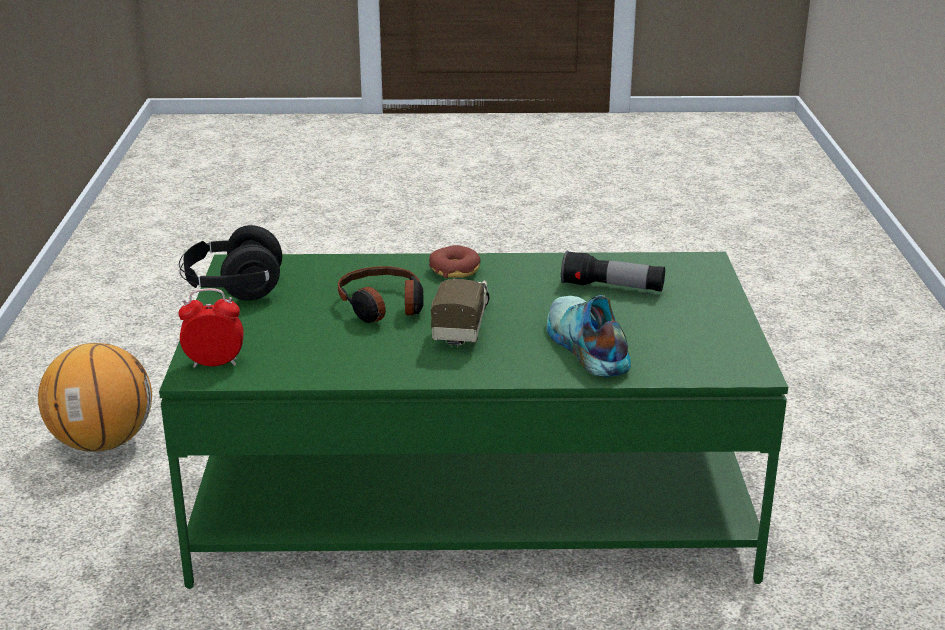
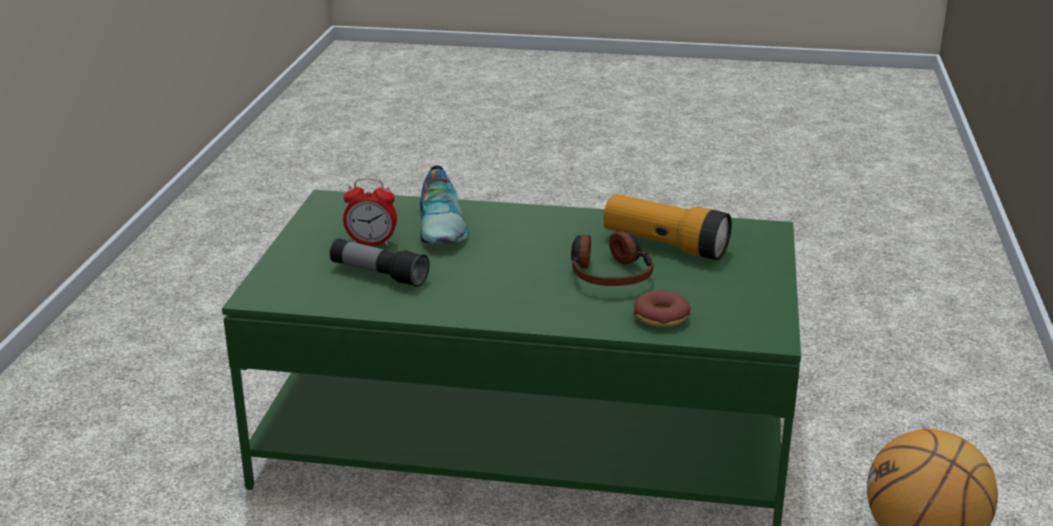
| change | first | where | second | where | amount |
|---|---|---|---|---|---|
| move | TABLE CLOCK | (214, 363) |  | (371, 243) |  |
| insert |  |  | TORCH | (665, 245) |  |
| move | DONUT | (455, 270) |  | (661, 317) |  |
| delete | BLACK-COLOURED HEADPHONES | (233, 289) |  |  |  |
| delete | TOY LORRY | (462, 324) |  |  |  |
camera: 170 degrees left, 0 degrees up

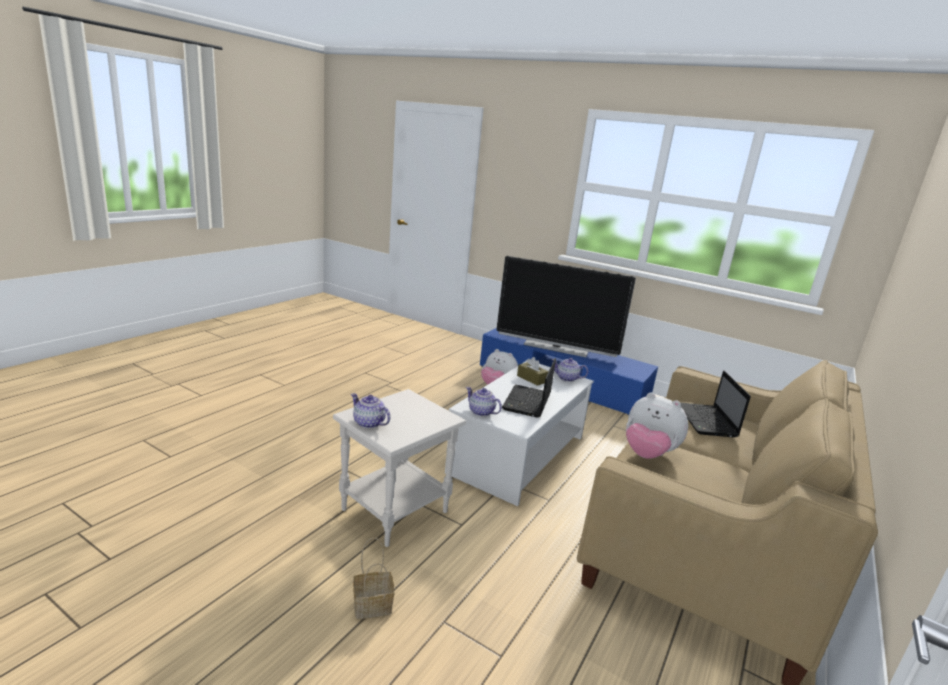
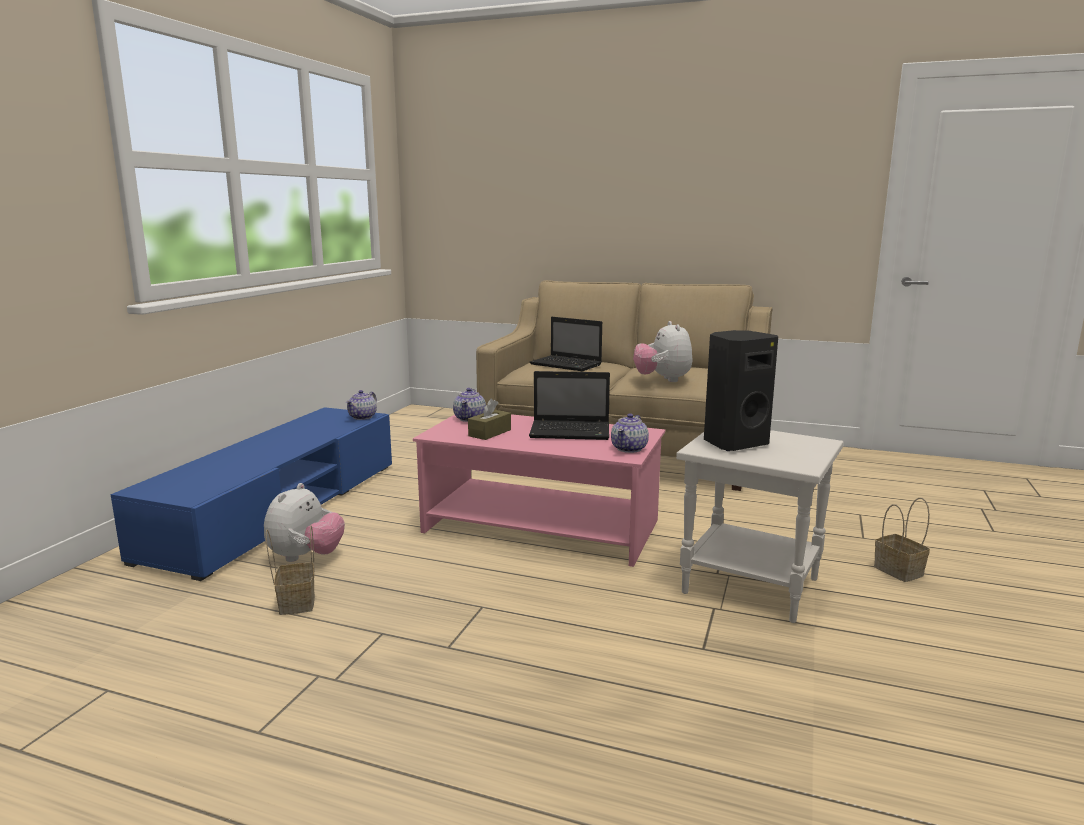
| change | first | where | second | where | amount |
|---|---|---|---|---|---|
| insert |  |  | STORAGE BASKET | (296, 602) |  |
| move | TEA POT | (369, 423) |  | (363, 417) |  |
| recolor | WHITE COFFEE TABLE | (517, 455) | PINK-COLOURED COFFEE TABLE | (542, 526) |  |
| rotate | NOTEBOOK COMPUTER | (707, 421) |  | (567, 365) | 45 degrees clockwise |
| rotate | CUDDLY TOY | (648, 454) |  | (663, 380) | 150 degrees clockwise |
| insert |  |  | BLACK-COLOURED LOUDSPEAKER | (734, 443) |  |
| delete | TV | (556, 347) |  |  |  |
camera: 100 degrees left, 5 degrees down

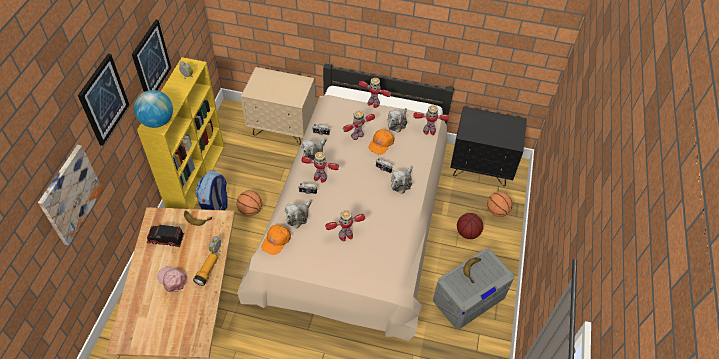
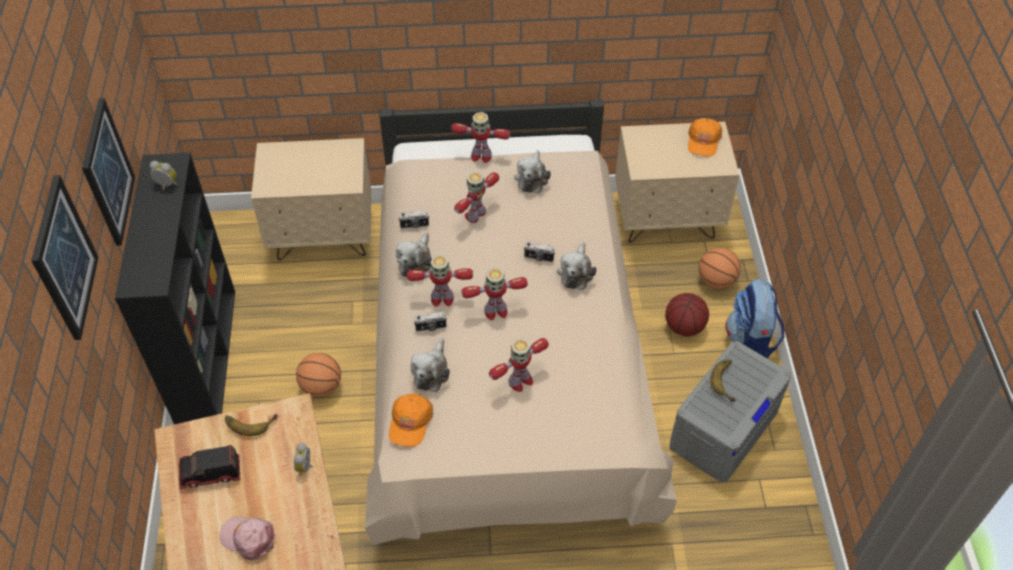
| change | first | where | second | where | amount |
|---|---|---|---|---|---|
| recolor | YELLOW SHELVING UNIT | (196, 176) | BLACK-COLOURED SHELVING UNIT | (206, 355) |  |
| move | ROBOT FIGURE | (429, 131) |  | (495, 311) |  |
| recolor | BLACK-COLOURED BEDSIDE TABLE | (481, 168) | BEIGE BEDSIDE TABLE | (667, 219) |  |
| move | ORANGE-COLOURED CAP | (381, 143) |  | (703, 141) |  |
| move | KNAPSACK | (215, 207) |  | (750, 341) |  |
| delete | PICTURE | (70, 195) |  |  |  |
| delete | GLOBE | (157, 121) |  |  |  |
| delete | TORCH | (207, 272) |  |  |  |
camera: 15 degrees left, 0 degrees up

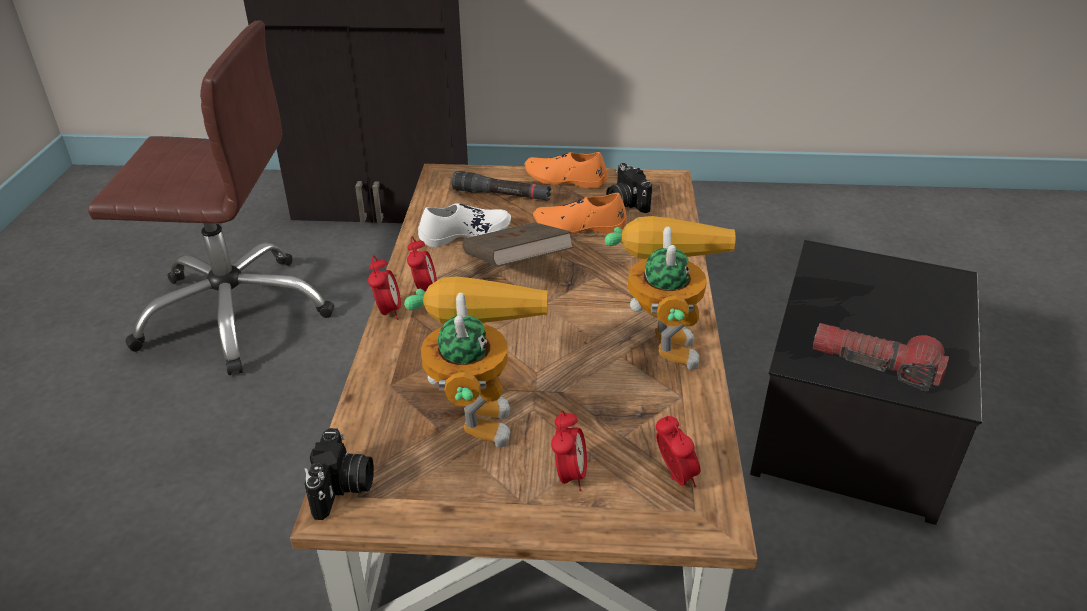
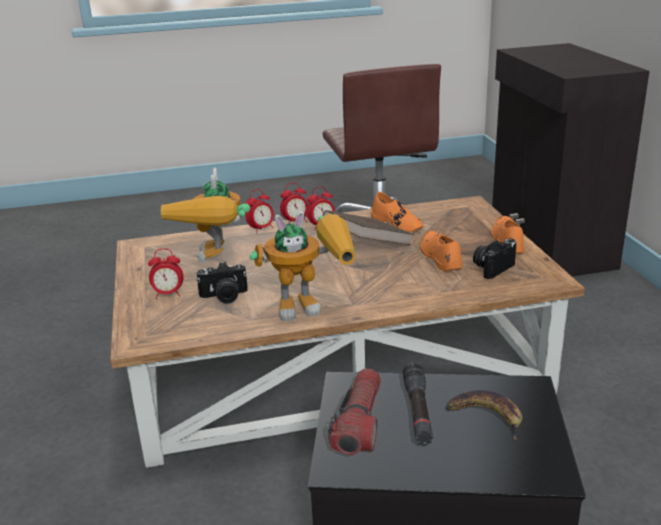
| change | first | where | second | where | amount |
|---|---|---|---|---|---|
| rotate | ROBOT FIGURE | (476, 408) |  | (217, 261) | 105 degrees clockwise |
| move | PHOTO CAMERA | (343, 489) |  | (224, 297) |  |
| move | TABLE CLOCK | (674, 477) |  | (261, 229) |  |
| recolor | WHITE ITEM OF FOOTWEAR | (465, 233) | ORANGE-COLOURED ITEM OF FOOTWEAR | (397, 224) |  |
| move | BLACK-COLOURED TORCH | (501, 195) |  | (418, 411) |  |
| insert |  |  | WHOLE BANANA | (487, 417) |  |
camera: 75 degrees right, 10 degrees down

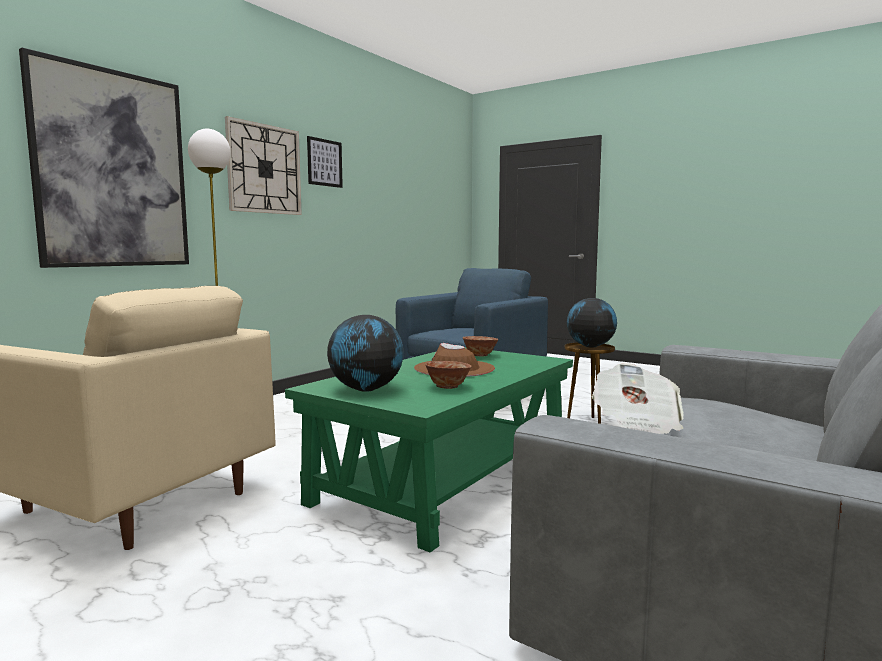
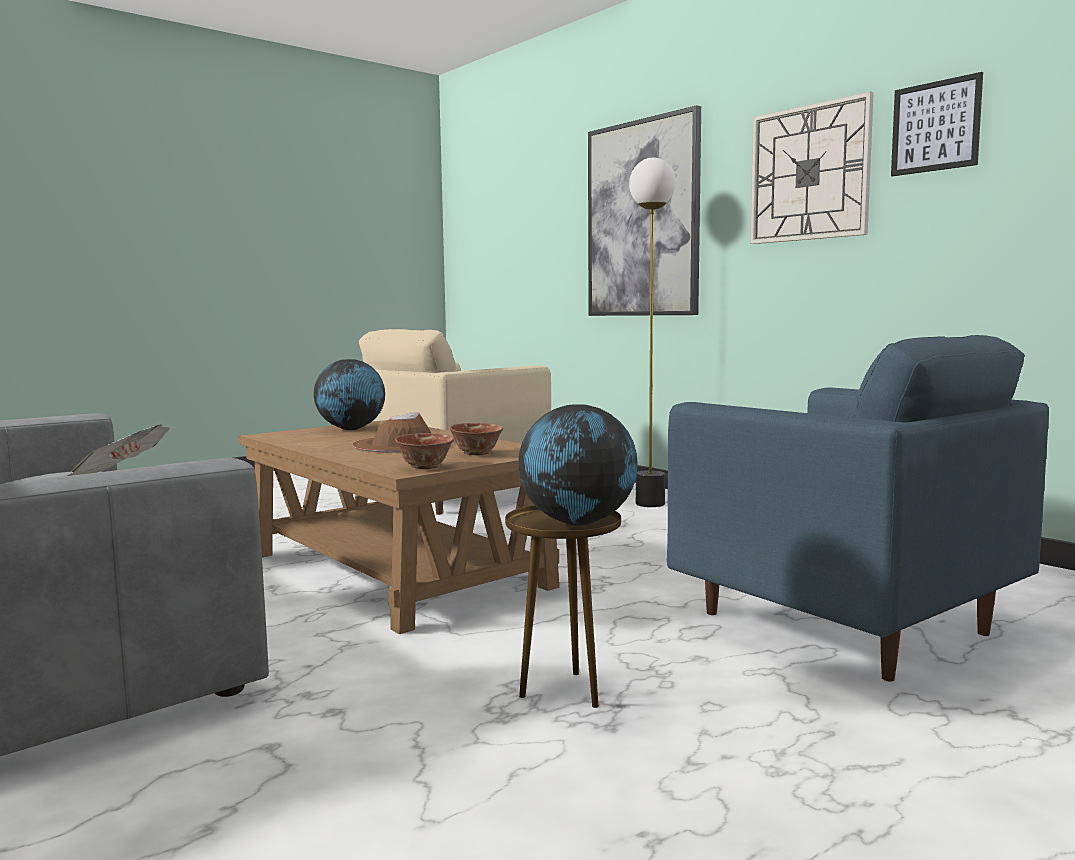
| change | first | where | second | where | amount |
|---|---|---|---|---|---|
| recolor | GREENISH COFFEE TABLE | (445, 478) | BROWN COFFEE TABLE | (394, 570) |  |
| move | BOWL | (447, 387) |  | (425, 467) |  |
camera: 105 degrees right, 0 degrees up

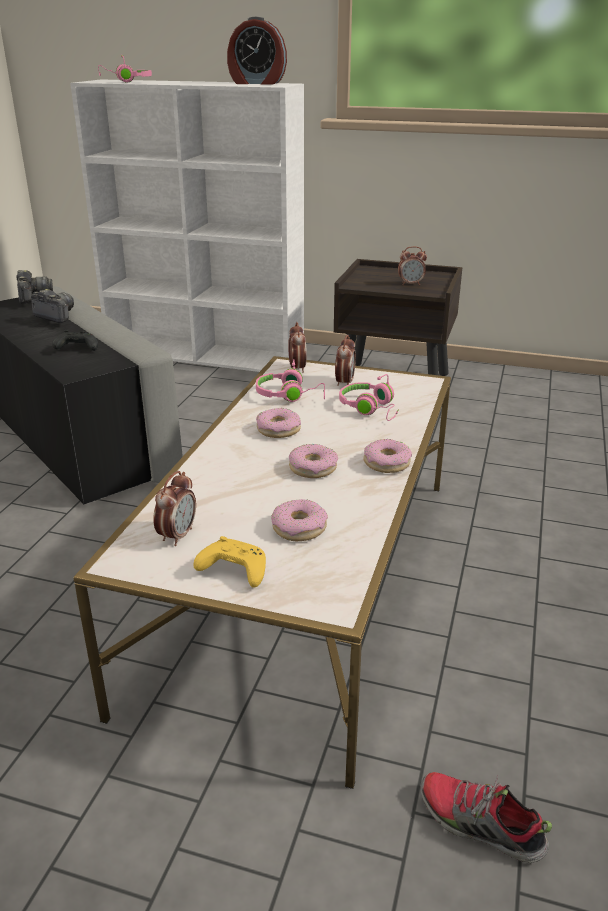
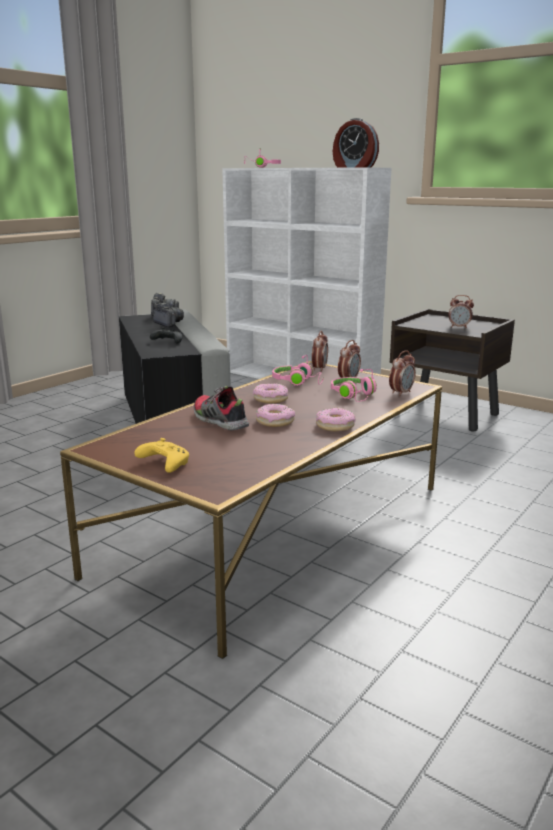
| change | first | where | second | where | amount |
|---|---|---|---|---|---|
| recolor | WHITE COFFEE TABLE | (303, 581) | BROWN COFFEE TABLE | (276, 528) |  |
| move | ITEM OF FOOTWEAR | (479, 825) |  | (219, 421) |  |
| move | TABLE CLOCK | (177, 535) |  | (401, 393) |  |
| delete | DONUT | (299, 528) |  |  |  |
camera: 20 degrees right, 10 degrees down

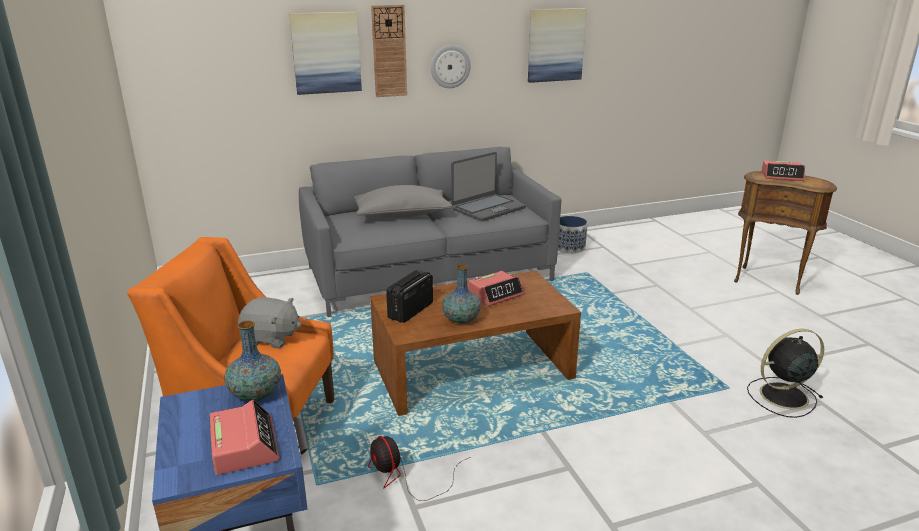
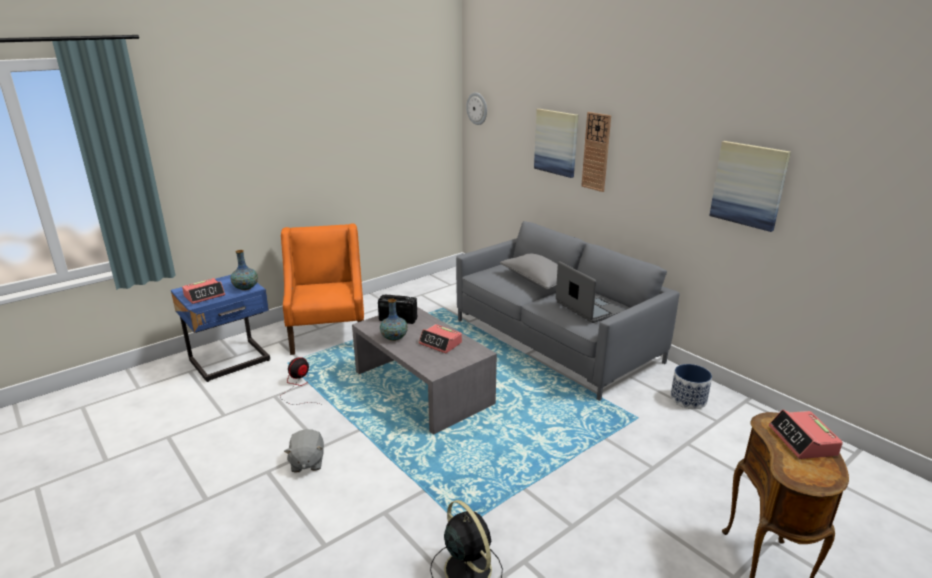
| change | first | where | second | where | amount |
|---|---|---|---|---|---|
| move | GRAY CUDDLY TOY | (271, 338) |  | (307, 462) |  |
| recolor | BROWN COFFEE TABLE | (472, 369) | GRAY COFFEE TABLE | (423, 387) |  |
| move | WALL CLOCK | (450, 66) |  | (477, 108) |  |
| rotate | NOTEBOOK COMPUTER | (488, 208) |  | (588, 308) | 150 degrees counterclockwise |
camera: 70 degrees right, 0 degrees up

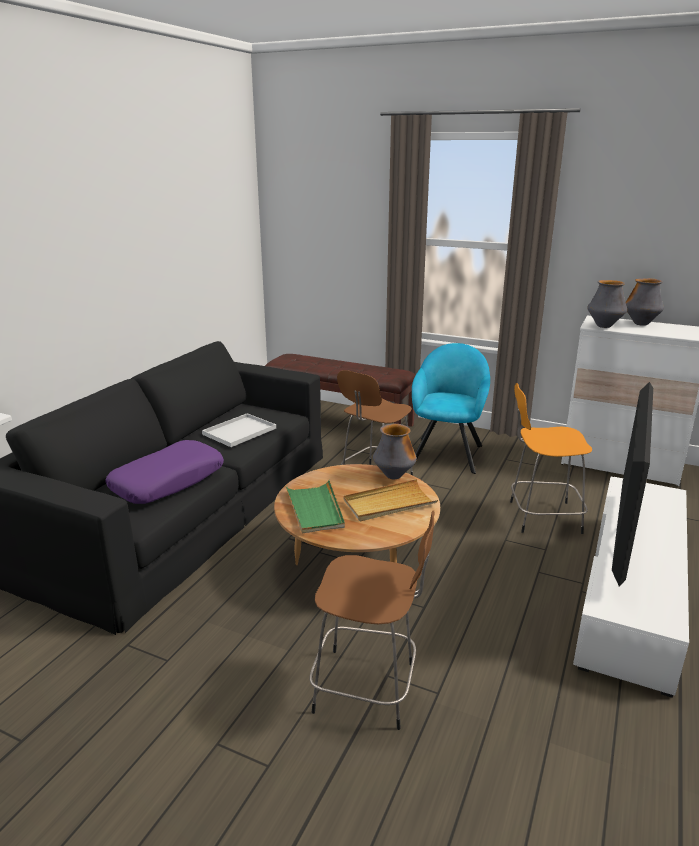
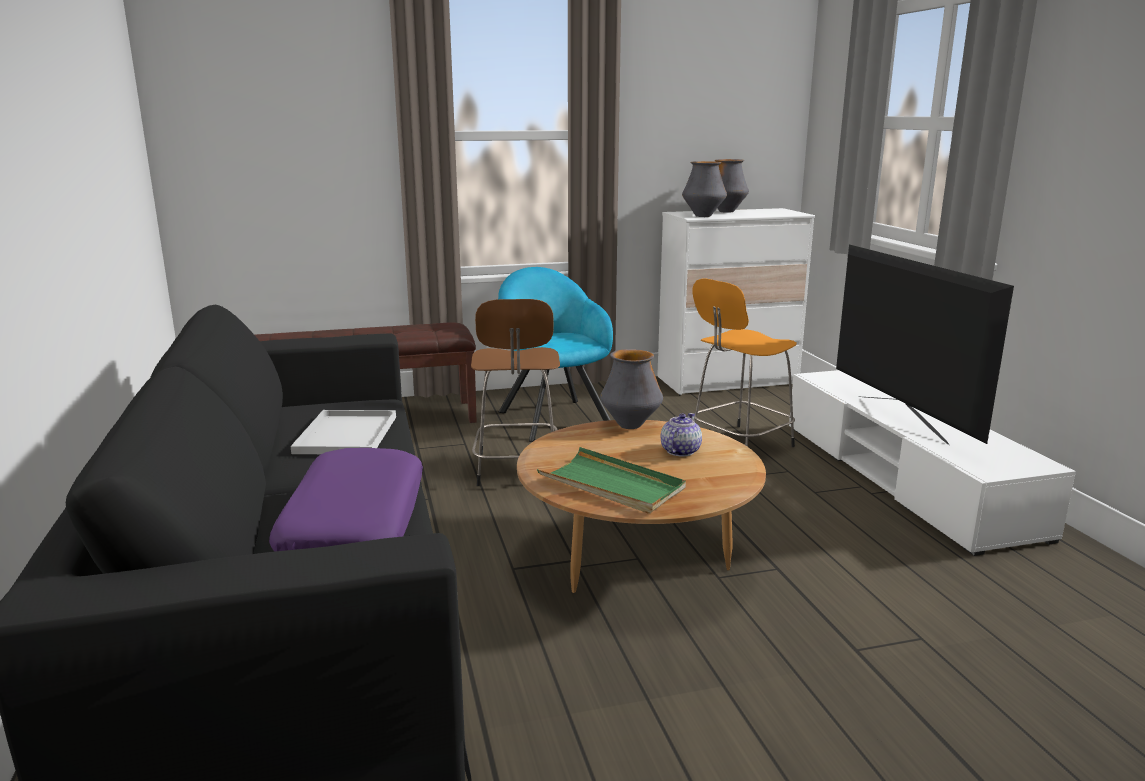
| change | first | where | second | where | amount |
|---|---|---|---|---|---|
| replace | BEIGE SERVING TRAY | (389, 503) | TEA POT | (679, 451) |  |
| delete | BROWN STOOL | (368, 688) |  |  |  |
camera: 40 degrees left, 5 degrees down

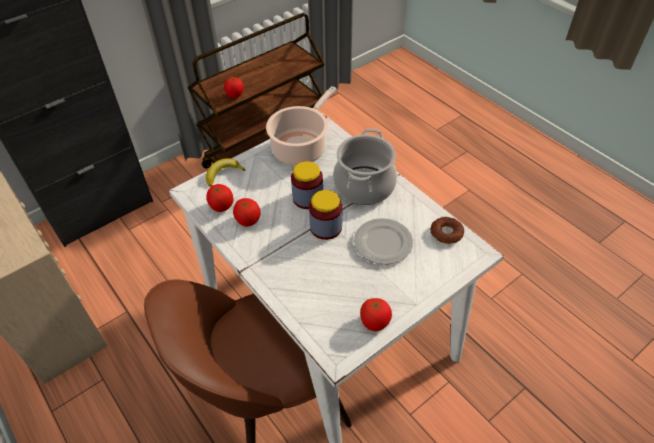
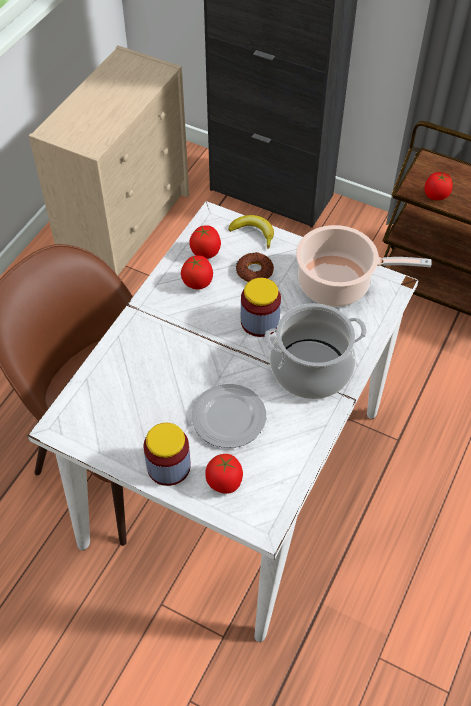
| change | first | where | second | where | amount |
|---|---|---|---|---|---|
| move | JAR | (326, 227) |  | (168, 466) |  |
| move | WHOLE TOMATO | (375, 322) |  | (224, 482) |  |
| move | DONUT | (446, 233) |  | (254, 271) |  |
camera: 65 degrees right, 5 degrees up

